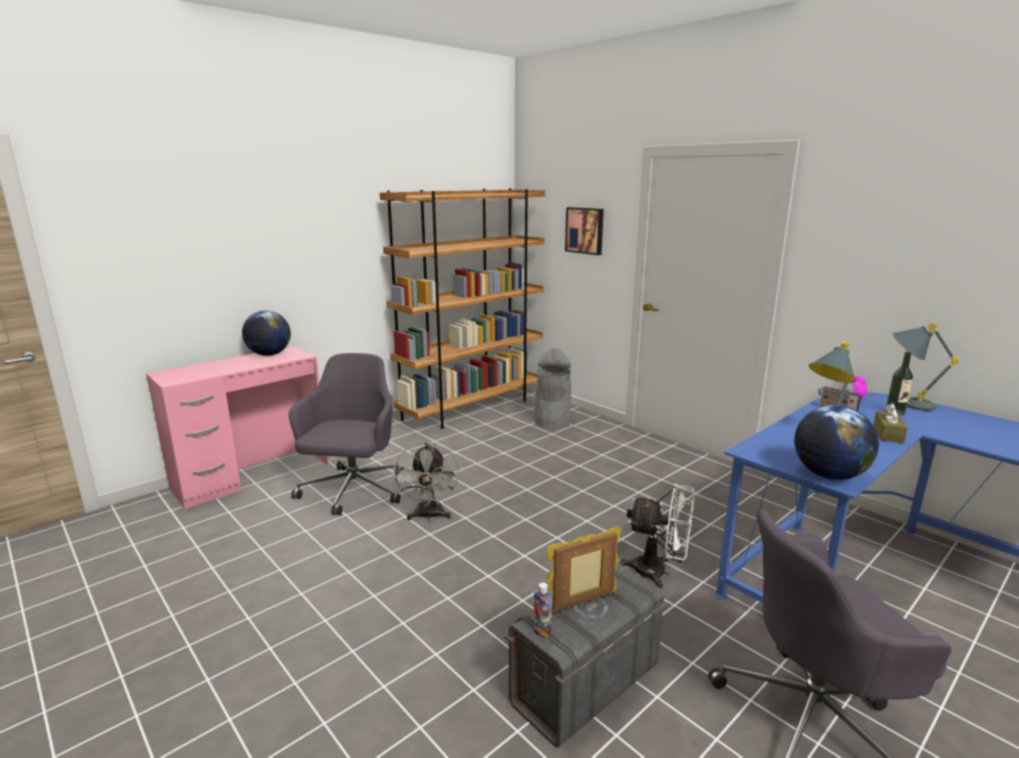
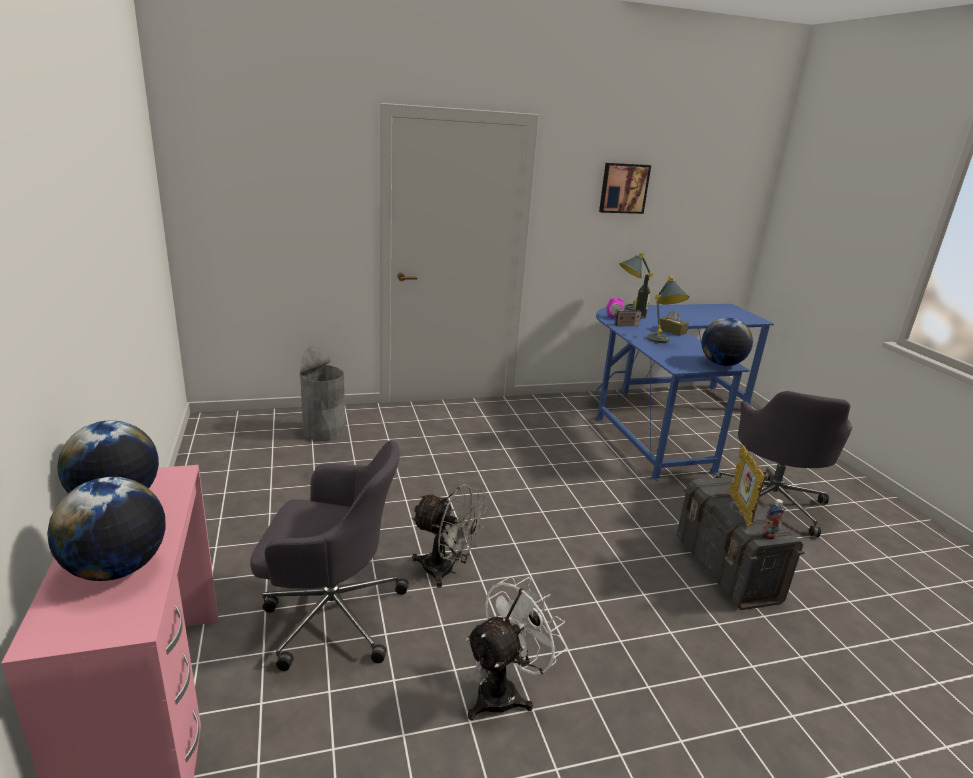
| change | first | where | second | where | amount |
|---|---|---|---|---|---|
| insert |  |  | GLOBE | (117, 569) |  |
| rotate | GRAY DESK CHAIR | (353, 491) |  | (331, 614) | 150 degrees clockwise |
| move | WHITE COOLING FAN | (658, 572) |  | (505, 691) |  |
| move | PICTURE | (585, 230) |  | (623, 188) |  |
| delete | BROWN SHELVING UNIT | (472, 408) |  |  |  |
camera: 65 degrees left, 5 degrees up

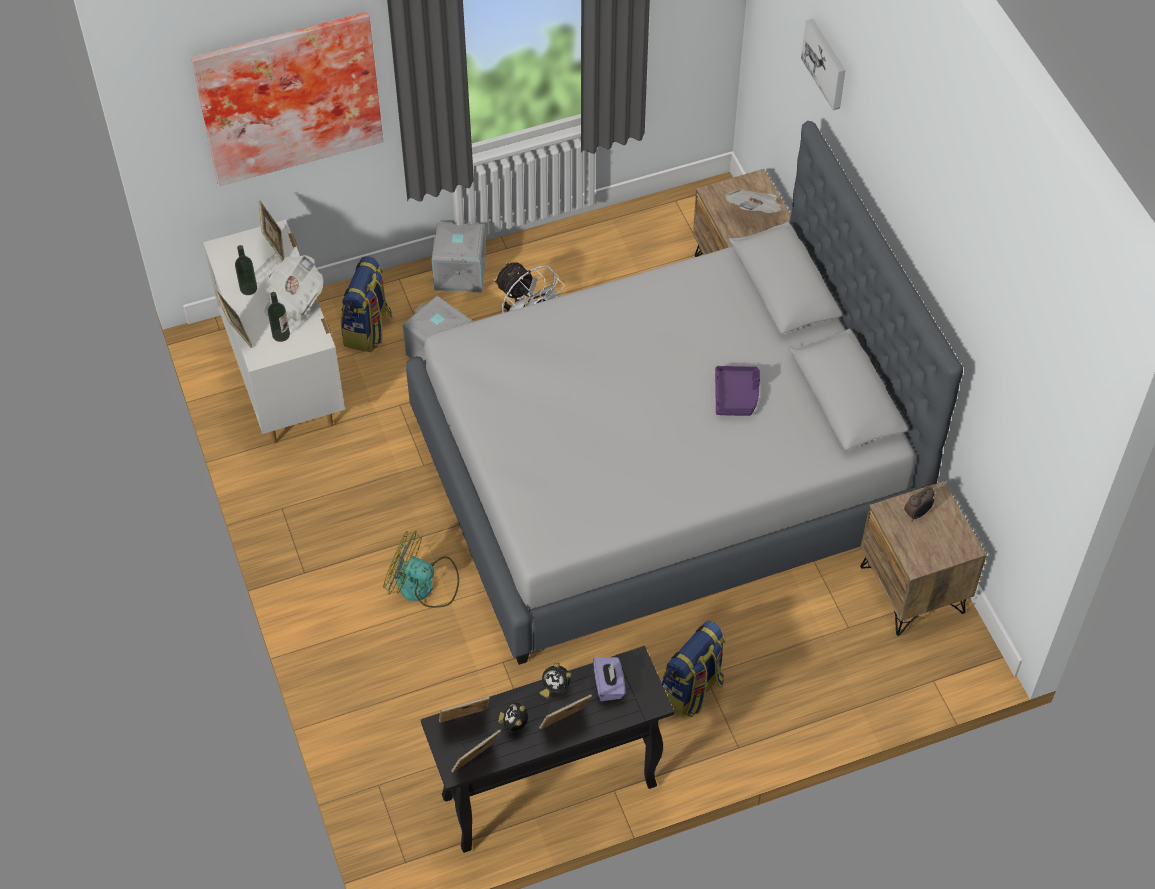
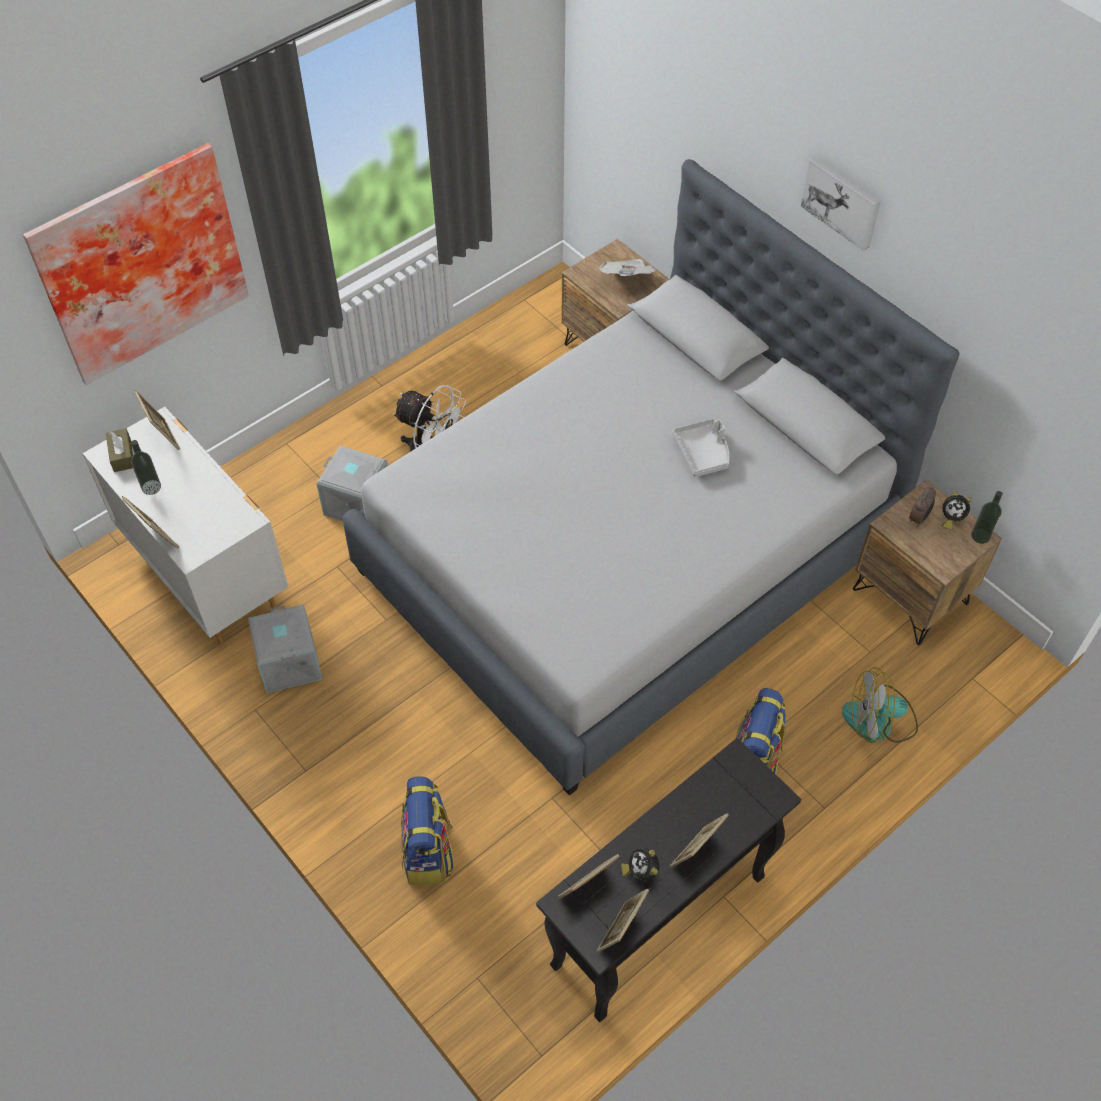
| change | first | where | second | where | amount |
|---|---|---|---|---|---|
| insert |  |  | BROWN BOX OF TISSUES | (122, 455) |  |
| move | GRAY STORAGE BOX | (459, 272) |  | (288, 663) |  |
| move | KNAPSACK | (368, 330) |  | (429, 852) |  |
| recolor | PURPLISH SERVING TRAY | (736, 395) | GRAY SERVING TRAY | (703, 453) |  |
| move | PICTURE | (826, 63) |  | (842, 202) |  |
| move | COOLING FAN | (423, 585) |  | (879, 721) |  |
| move | TABLE CLOCK | (555, 687) |  | (950, 518) |  |
| move | BOTTLE | (281, 335) |  | (980, 536) |  |
| delete | PRINTED PAPER | (293, 300) |  |  |  |
| delete | PURPLISH BOX OF TISSUES | (609, 685) |  |  |  |
camera: 20 degrees left, 0 degrees up

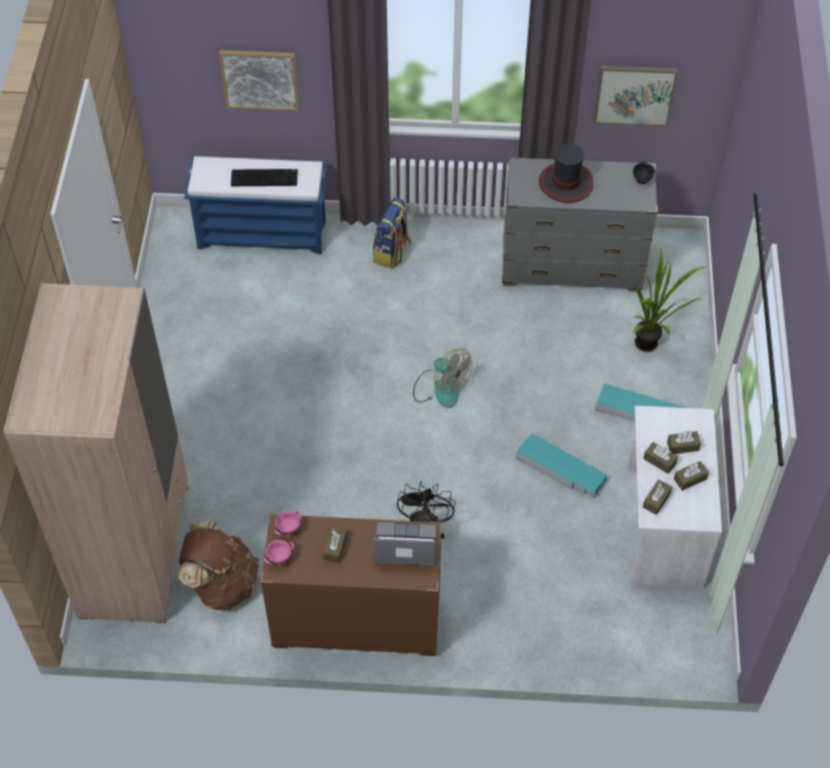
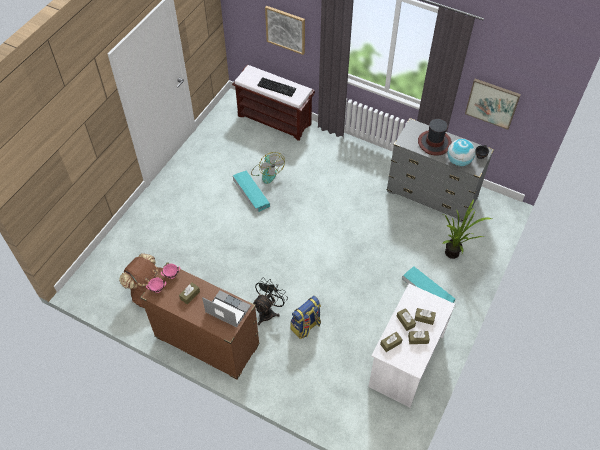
| change | first | where | second | where | amount |
|---|---|---|---|---|---|
| recolor | BLUE-COLOURED INDOOR BENCH | (263, 233) | BROWN INDOOR BENCH | (275, 120) |  |
| move | BLUE-GREEN STORAGE BOX | (561, 470) |  | (251, 193) |  |
| move | COOLING FAN | (440, 388) |  | (267, 172) |  |
| move | KNAPSACK | (392, 252) |  | (306, 326) |  |
| insert |  |  | GLOBE | (459, 161) |  |
| delete | BEIGE ARMOIRE | (135, 550) |  |  |  |
camera: 25 degrees right, 0 degrees up

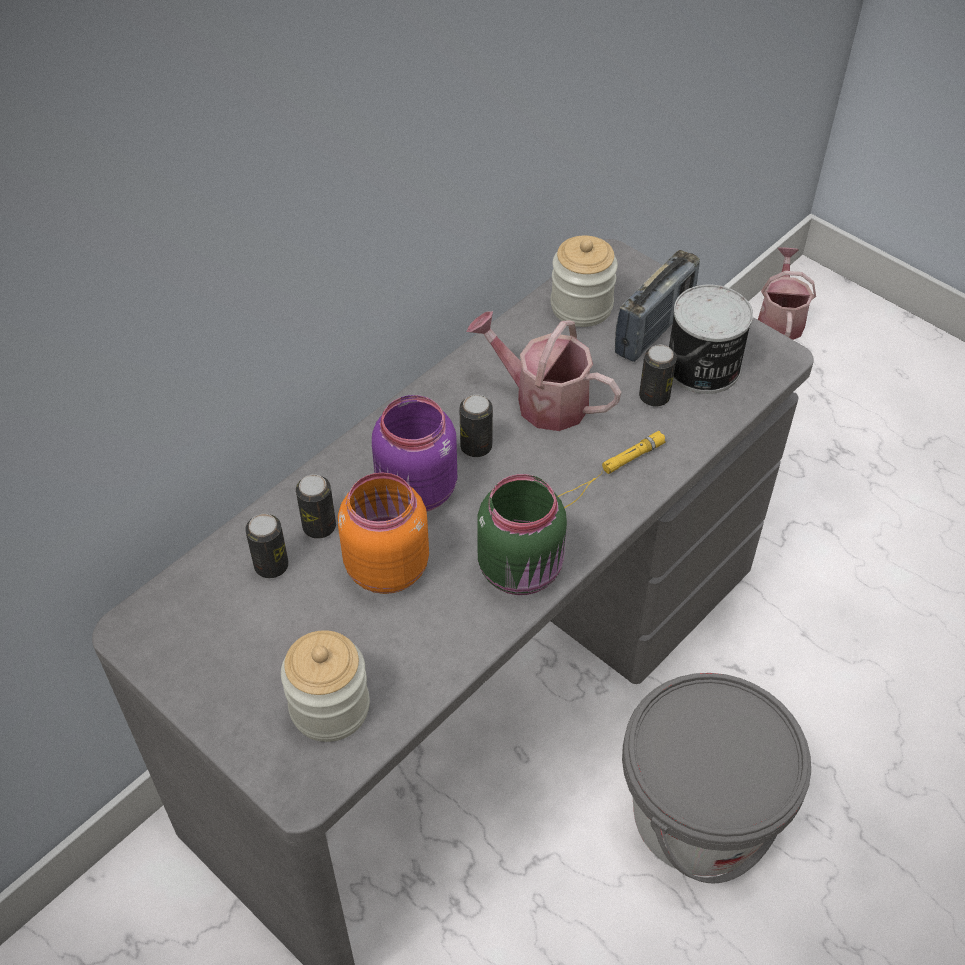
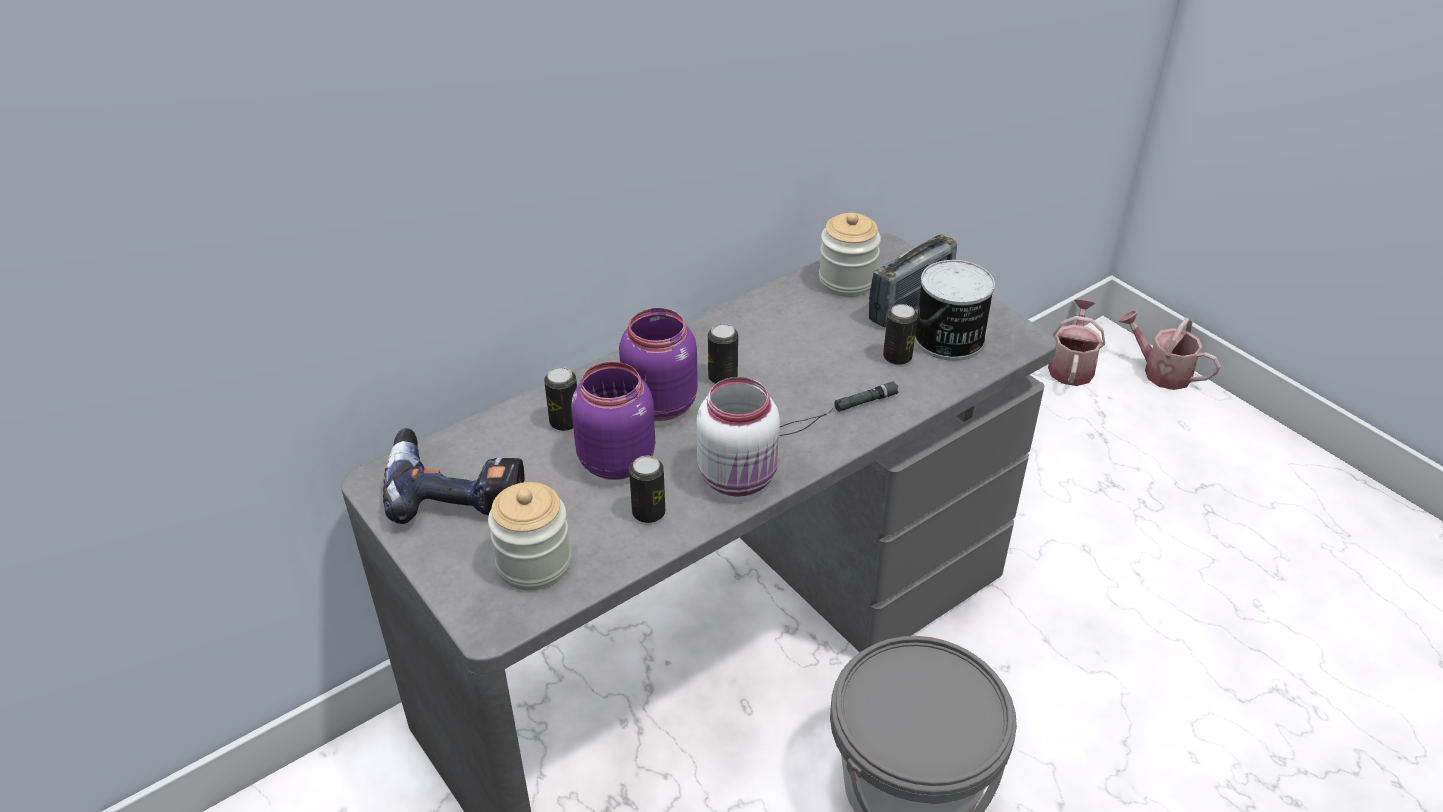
| change | first | where | second | where | amount |
|---|---|---|---|---|---|
| insert |  |  | DRILL | (457, 489) |  |
| recolor | ORANGE-COLOURED JAR | (385, 566) | PURPLISH JAR | (615, 459) |  |
| move | METAL CAN | (271, 566) |  | (648, 512) |  |
| recolor | GREENISH JAR | (522, 570) | WHITE JAR | (740, 478) |  |
| recolor | YELLOW TORCH | (603, 476) | BLACK-COLOURED TORCH | (834, 413) |  |
| move | SPRINKLING CAN | (542, 400) |  | (1160, 372) |  |
camera: 10 degrees right, 10 degrees down

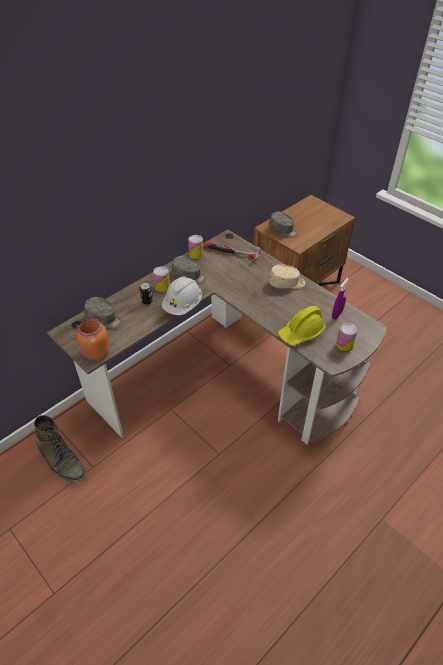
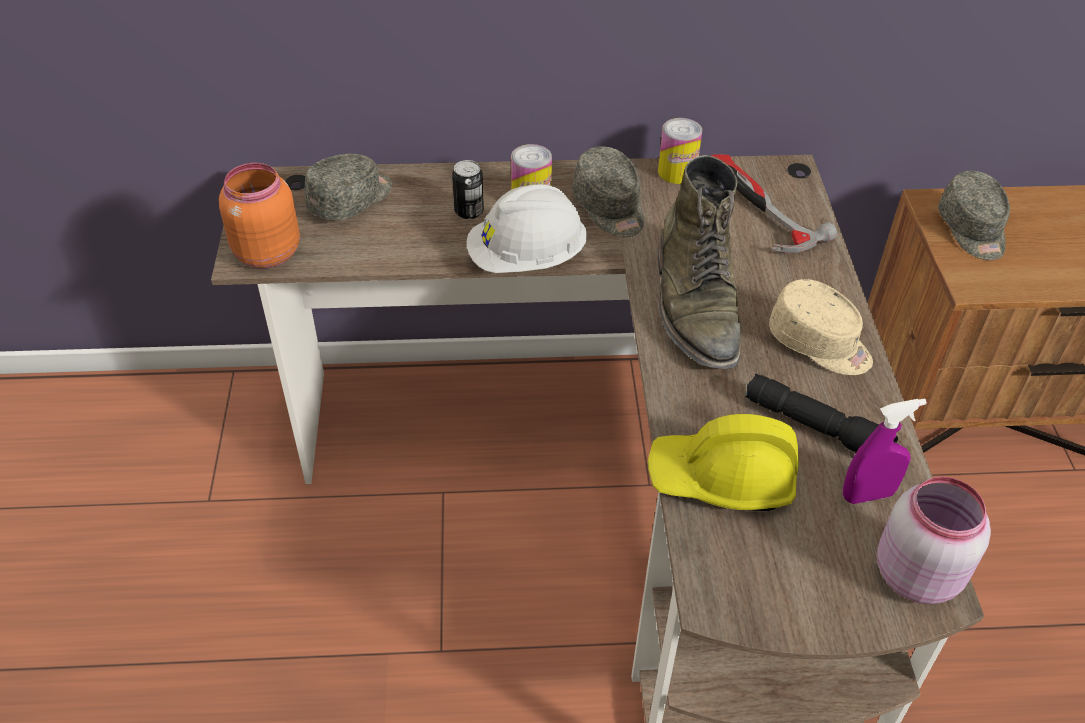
| change | first | where | second | where | amount |
|---|---|---|---|---|---|
| rotate | GRAY CAP | (104, 319) |  | (351, 200) | 120 degrees counterclockwise |
| move | GREENISH BOOT | (61, 460) |  | (695, 303) |  |
| insert |  |  | BLACK-COLOURED TORCH | (818, 427) |  |
| insert |  |  | PINK-COLOURED JAR | (915, 572) |  |
| delete | METAL CAN | (344, 344) |  |  |  |
camera: 40 degrees right, 0 degrees up

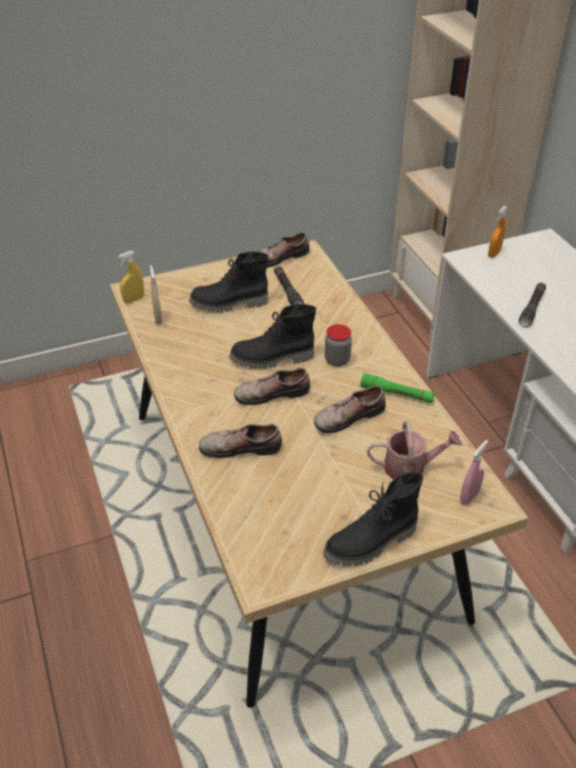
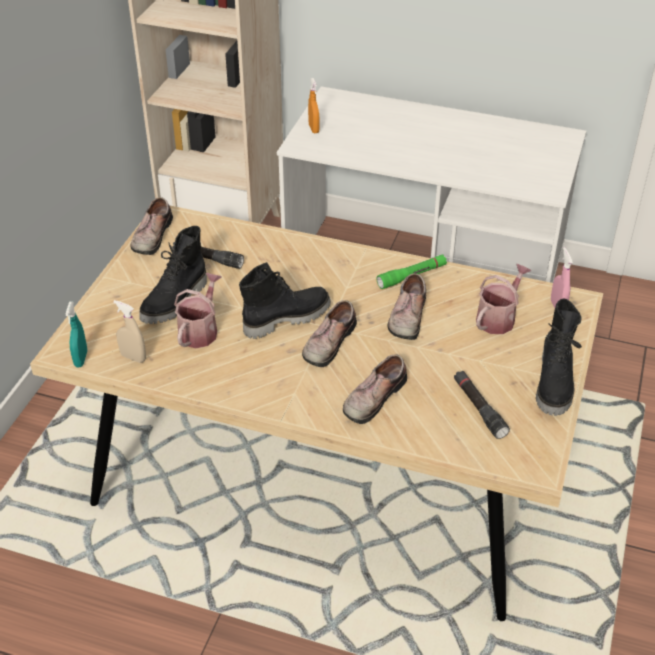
| change | first | where | second | where | amount |
|---|---|---|---|---|---|
| recolor | YELLOW SPRAYER | (134, 300) | BLUE-GREEN SPRAYER | (81, 359) |  |
| insert |  |  | SPRINKLING CAN | (200, 330) |  |
| rotate | BLACK-COLOURED BOOT | (272, 359) |  | (286, 318) | 150 degrees counterclockwise |
| move | BLACK-COLOURED TORCH | (532, 308) |  | (479, 408) |  |
| delete | JAR | (337, 360) |  |  |  |
camera: 50 degrees left, 0 degrees up

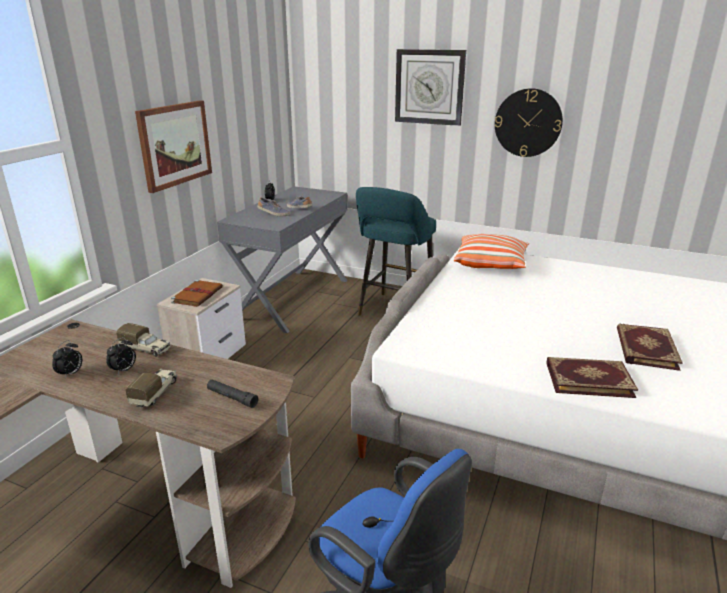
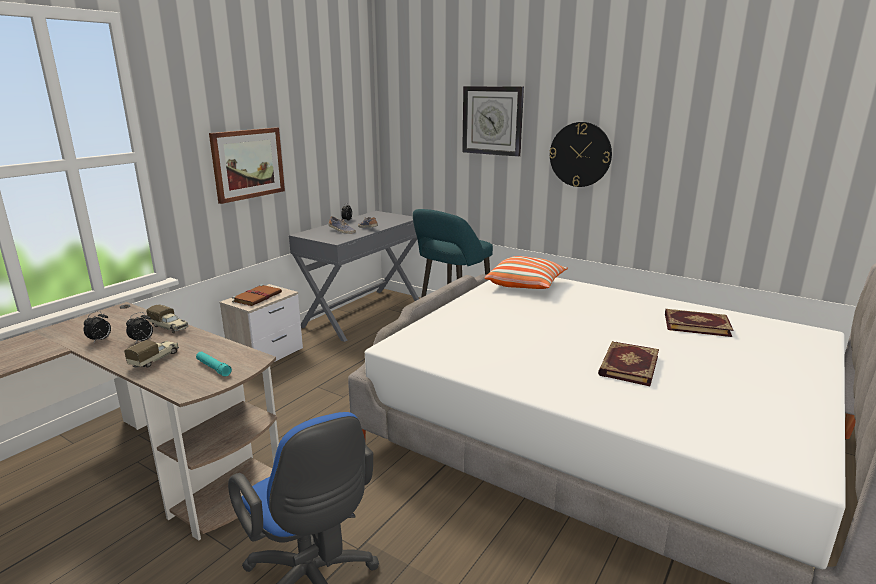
| change | first | where | second | where | amount |
|---|---|---|---|---|---|
| recolor | BLACK-COLOURED TORCH | (232, 398) | BLUE-GREEN TORCH | (213, 368) |  |
| move | BOOK | (588, 379) |  | (696, 324) |  |
camera: 10 degrees right, 5 degrees down

